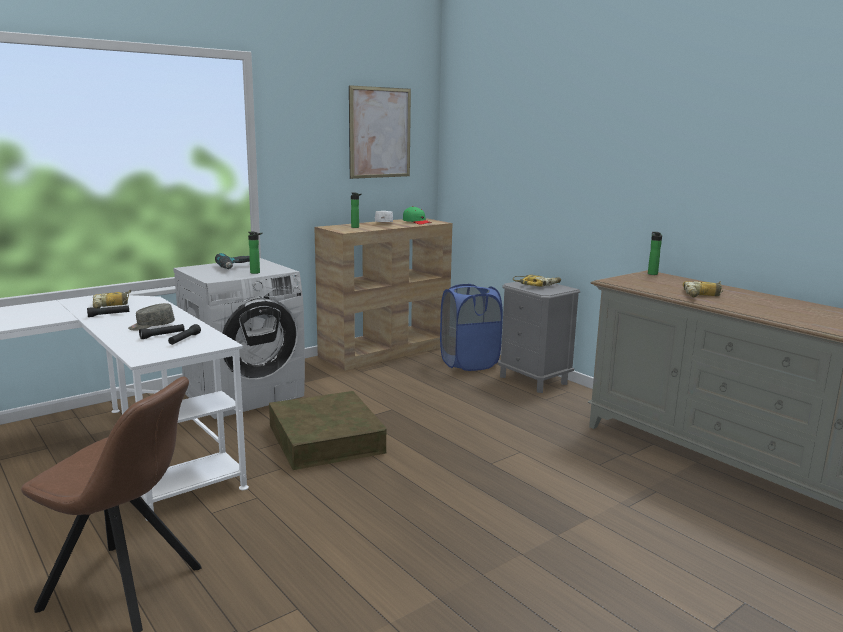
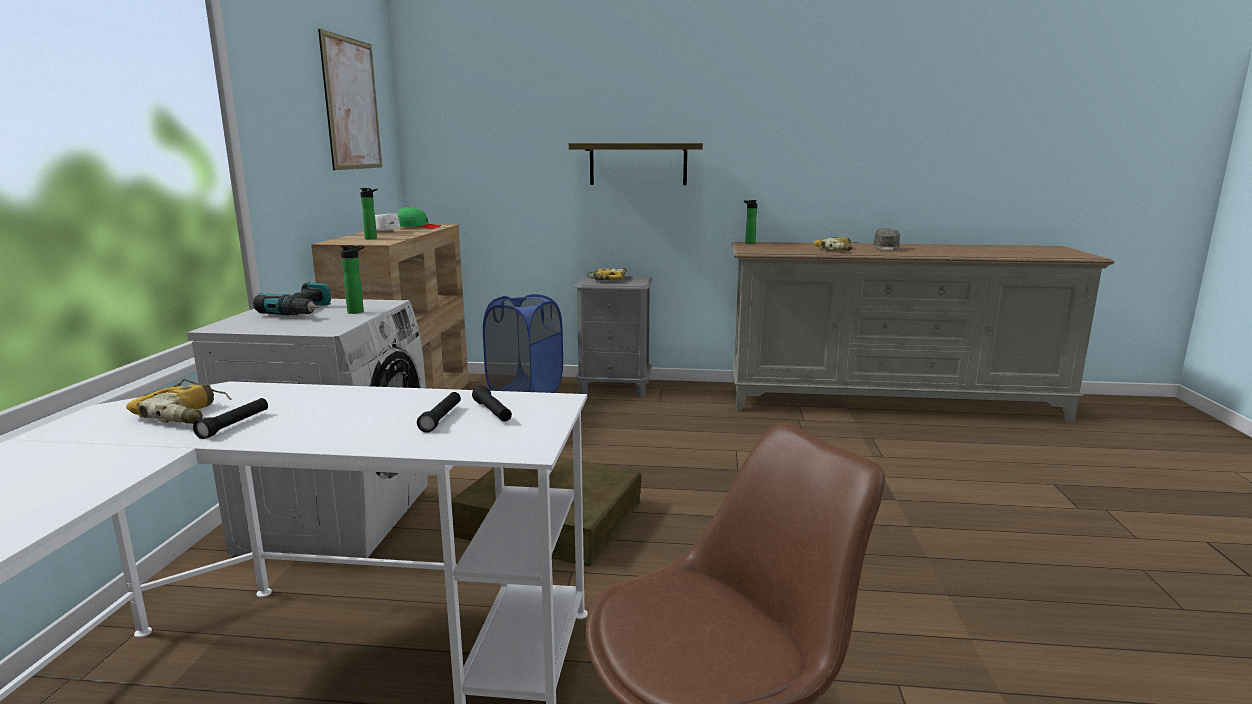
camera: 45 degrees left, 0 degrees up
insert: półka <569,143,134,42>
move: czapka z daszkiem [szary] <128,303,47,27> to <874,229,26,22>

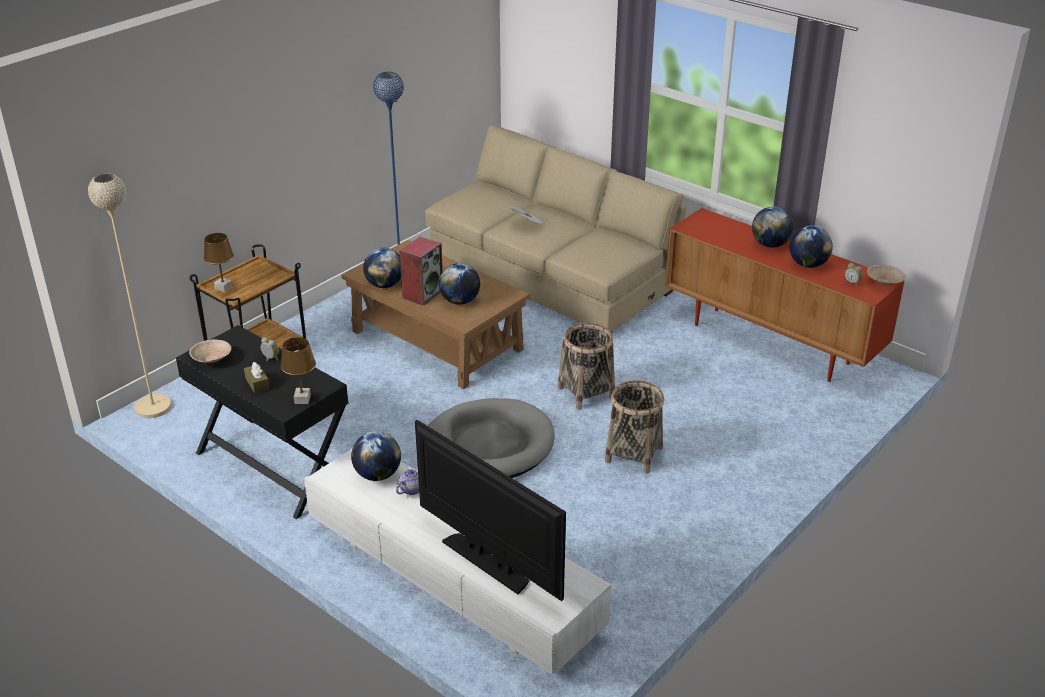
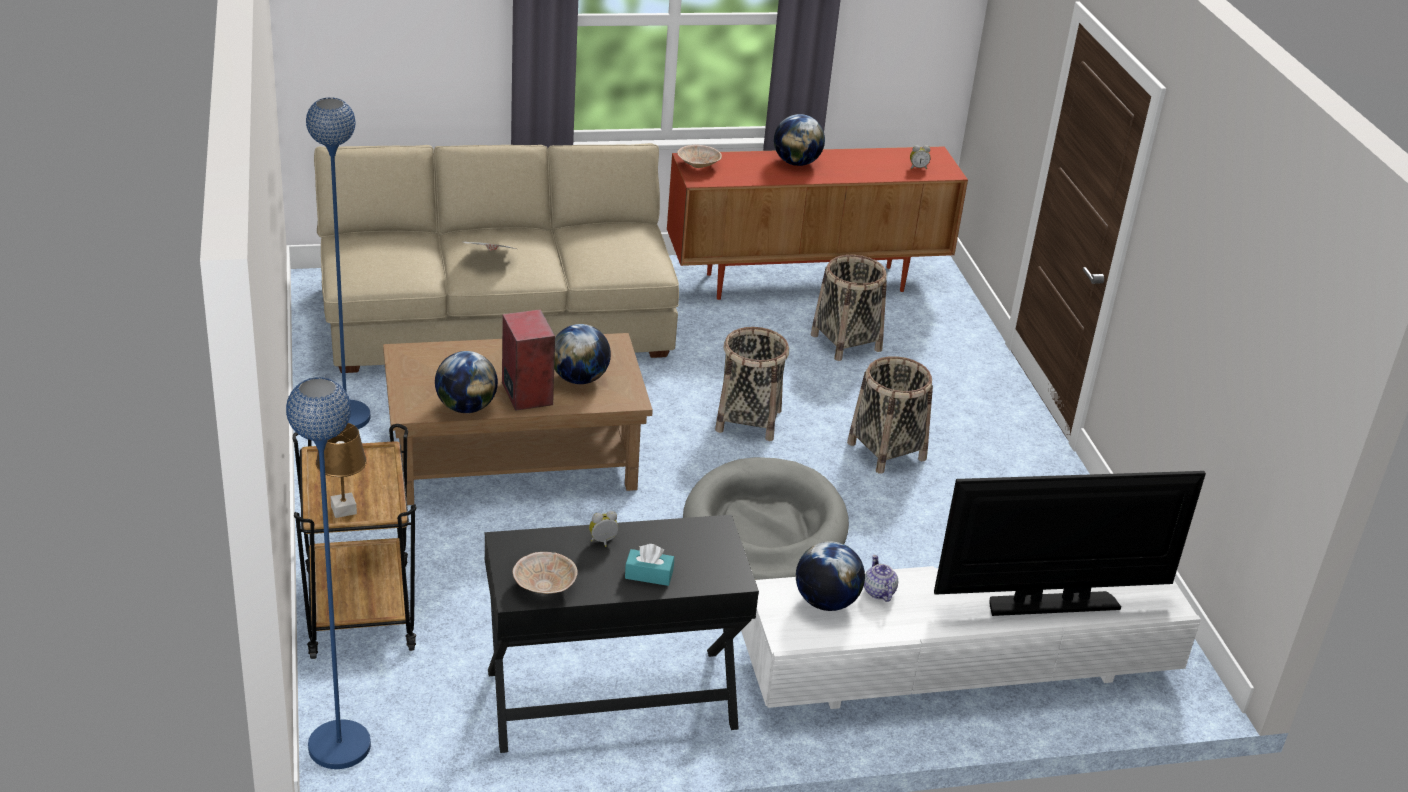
camera: 55 degrees left, 0 degrees up
delete: lampa stołowa [brązowy] <281,337,35,67>; globus <789,226,44,42>
insert: koszyk <811,255,76,106>
move: miska [beżowy] <867,265,39,20> to <677,145,45,23>
recolor: lampa stojąca [beżowy] <88,173,84,245> to lampa stojąca [niebieski] <286,377,85,392>; pudełko chusteczek [brązowy] <244,362,26,31> to pudełko chusteczek [turkusowy] <625,544,49,42>

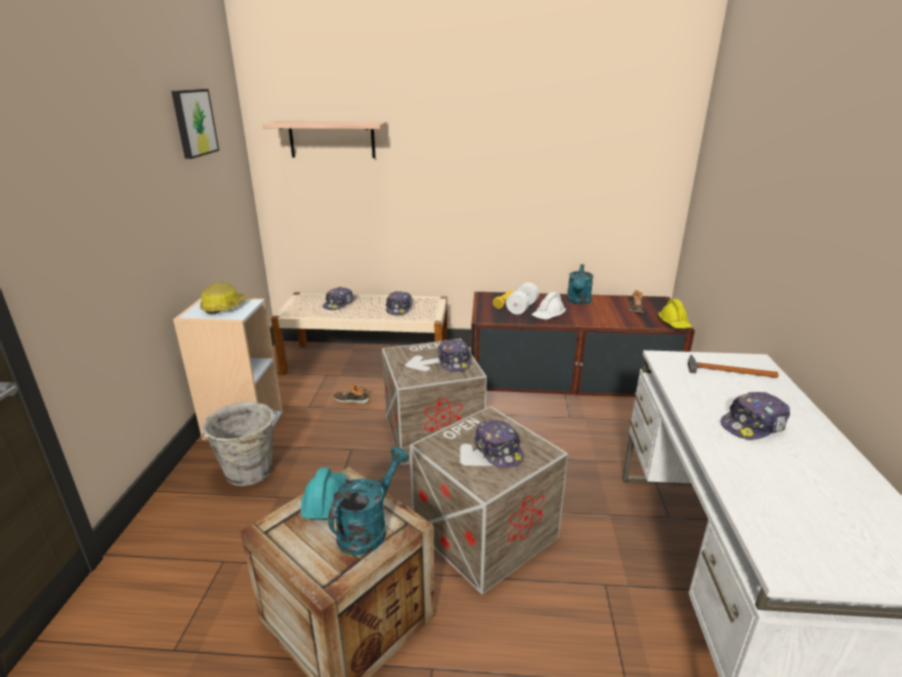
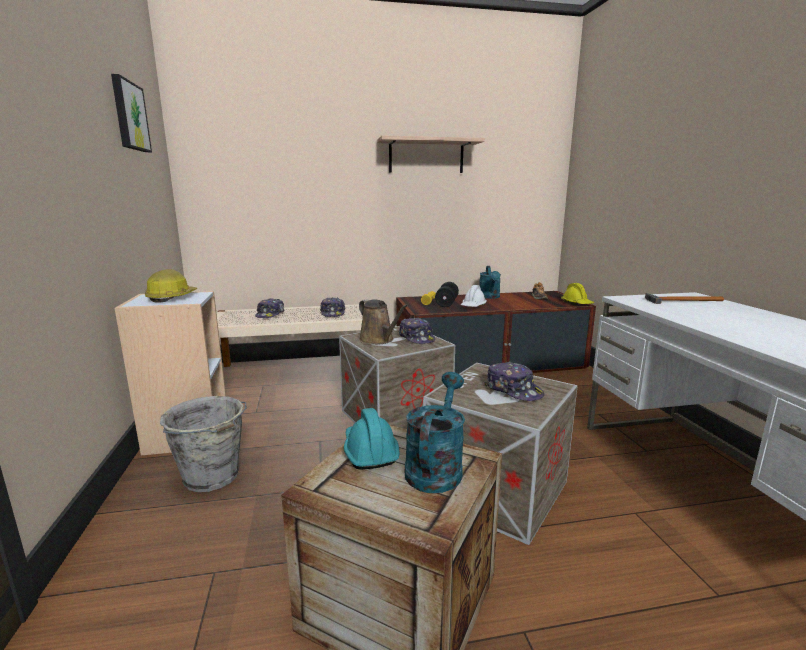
camera: 15 degrees left, 10 degrees down
delete: but <333,384,36,20>; czapka z daszkiem <721,392,69,48>
insert: konewka [brązowy] <359,299,49,46>
move: półka <263,121,124,37> to <377,135,108,38>
recolor: hantel [biały] <506,282,33,33> to hantel [czarny] <435,282,24,25>

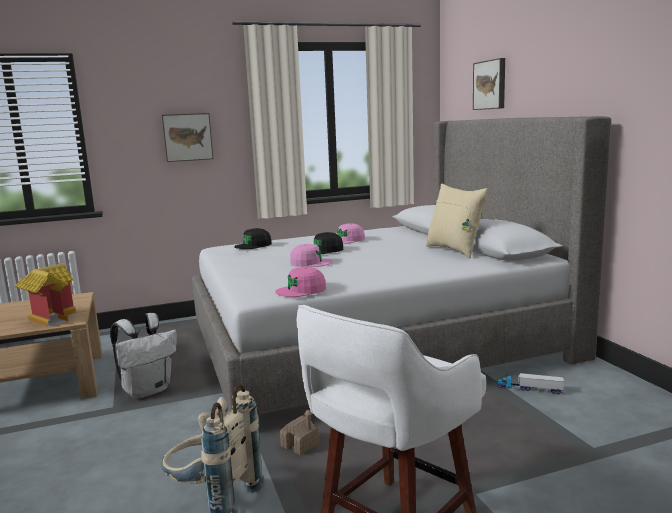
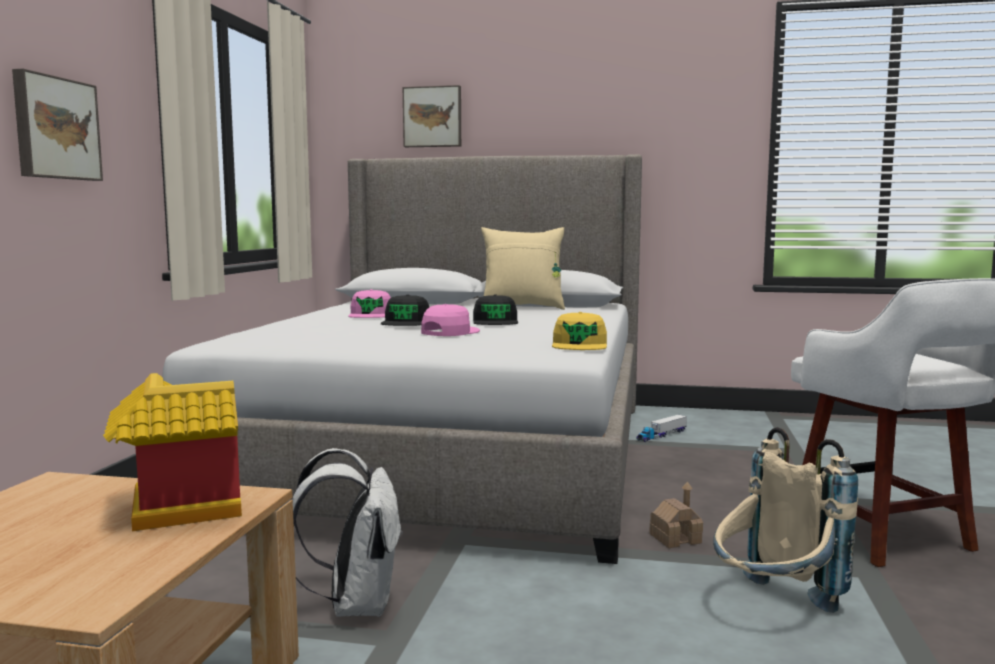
camera: 60 degrees left, 5 degrees down
move: czapka z daszkiem [czarny] <234,228,38,21> to <473,294,45,31>
recolor: czapka z daszkiem [różowy] <275,267,51,30> to czapka z daszkiem [żółty] <552,312,55,38>

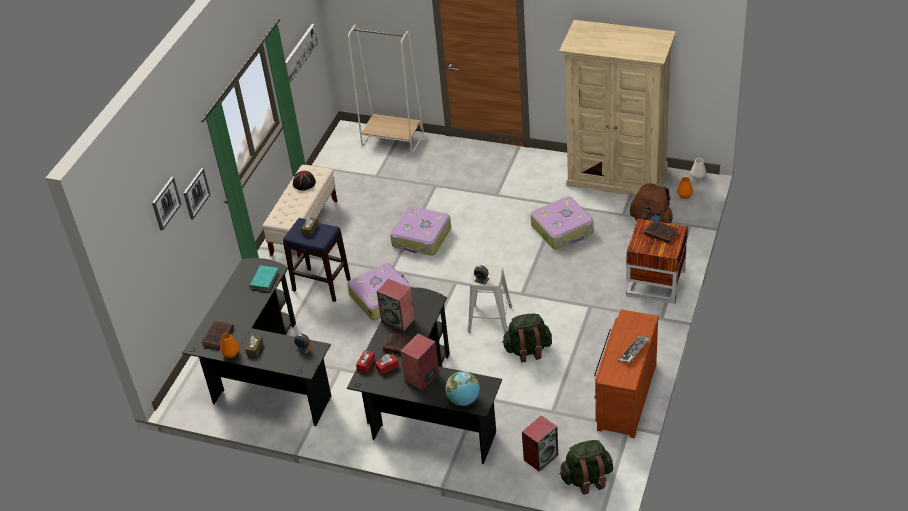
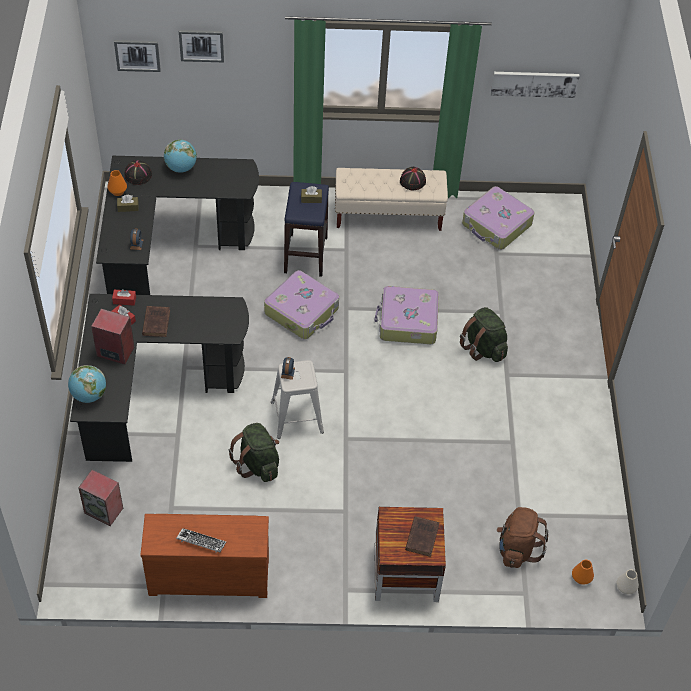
camera: 65 degrees right, 10 degrees up
delete: książka [turkusowy] <250,265,29,26>; wieszak <348,24,76,129>; głośnik <377,279,38,53>; szafa [beżowy] <559,20,117,175>
insert: globus <164,139,33,34>
move: obraz <183,168,28,52> to <114,40,47,32>; plecak [zielony] <559,440,55,55> to <460,307,48,55>; walizka <530,197,64,52> to <462,186,73,64>
replace: książka [brązowy] <202,321,32,28> to kapelusz [czarny] <124,160,28,25>

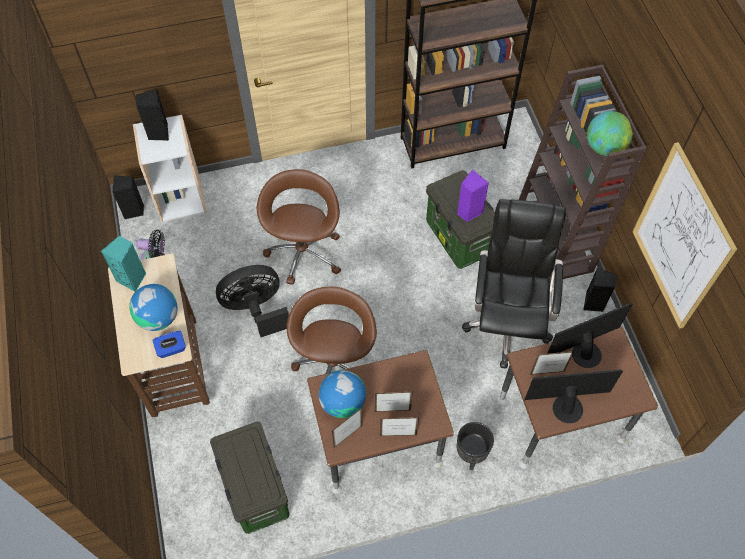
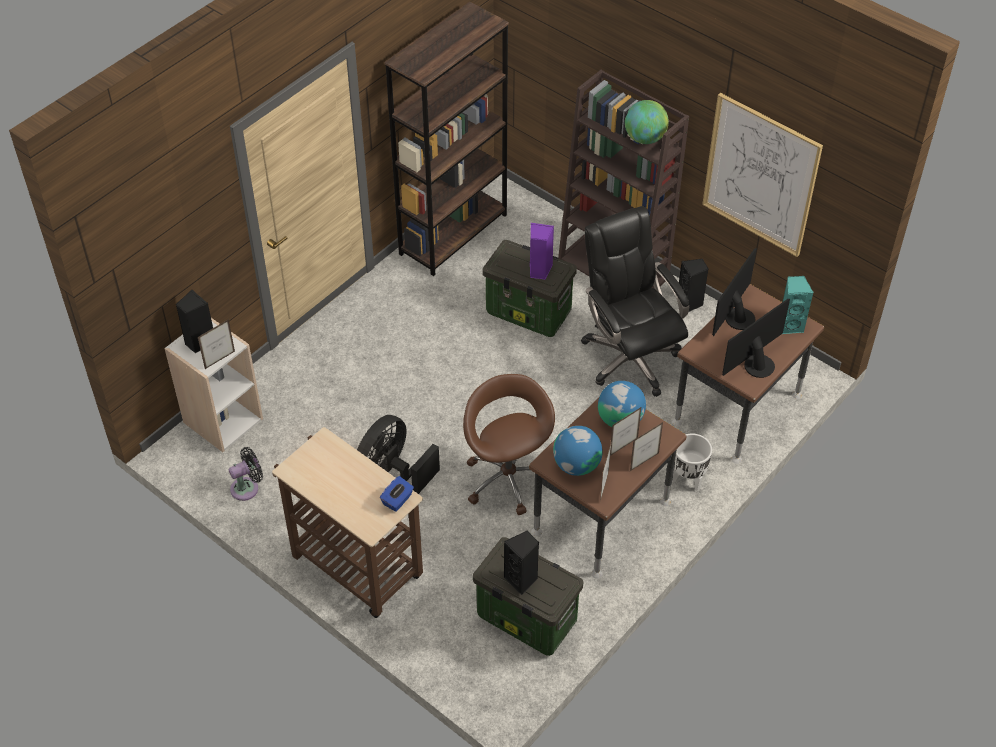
camera: 35 degrees left, 10 degrees down
delete: krzesło biurowe [brązowy] <257,169,84,115>
move: ramka na zdjęcie <530,351,44,24> to <198,319,37,50>; głośnik [czarny] <113,175,31,44> to <504,531,35,64>; globus <129,284,49,47> to <598,381,48,46>; głośnik [turkusowy] <101,236,45,56> to <783,276,31,58>
recolor: donica [czarny] <457,422,37,48> to donica [biały] <672,433,40,58>

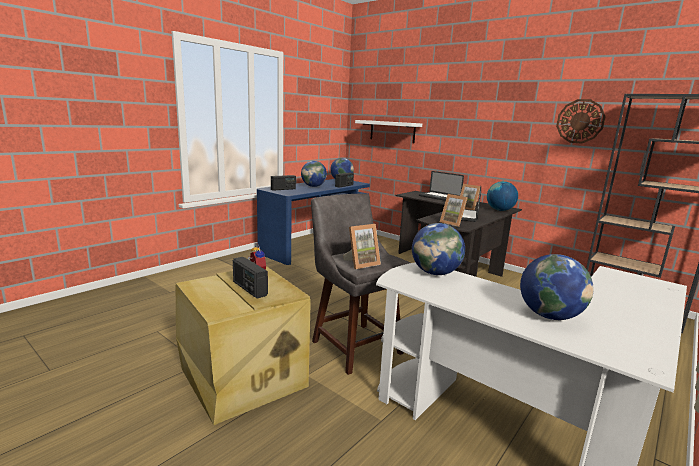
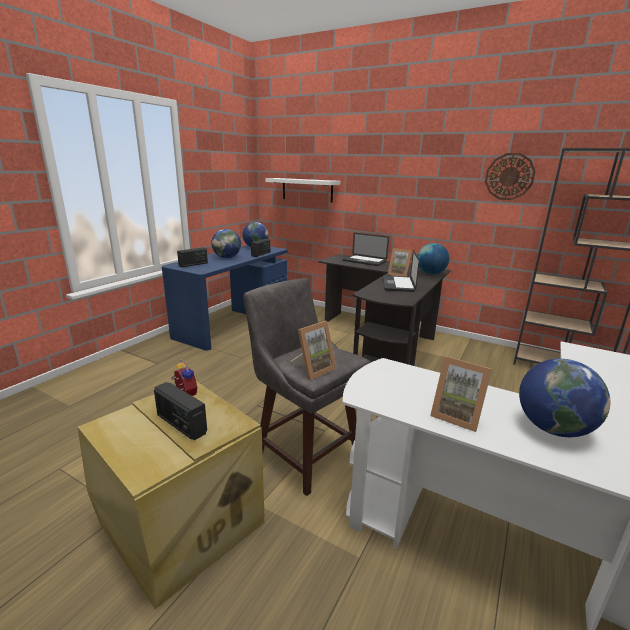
camera: 10 degrees left, 5 degrees up
delete: globus <412,223,53,52>
move: ramka na zdjęcie <440,194,28,33> to <430,356,62,76>

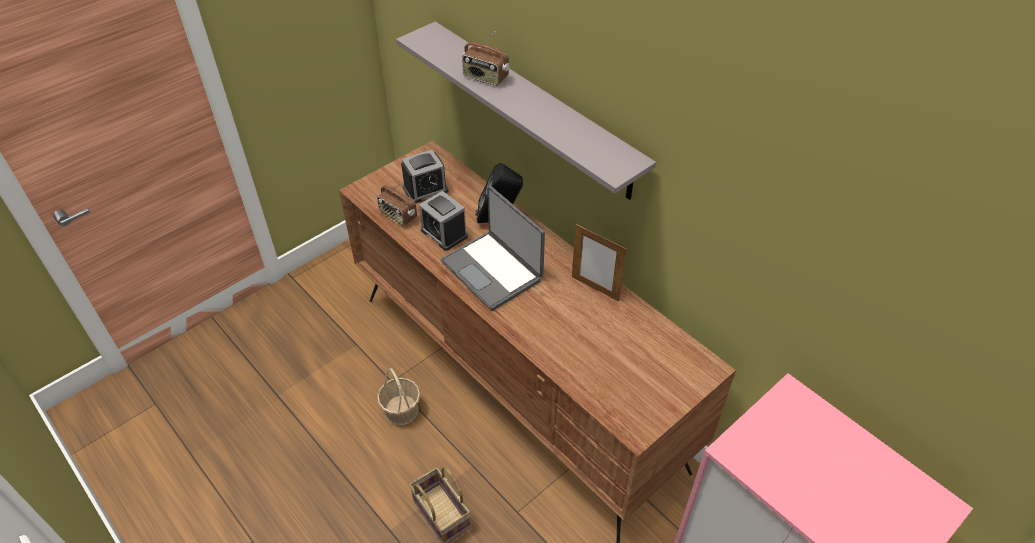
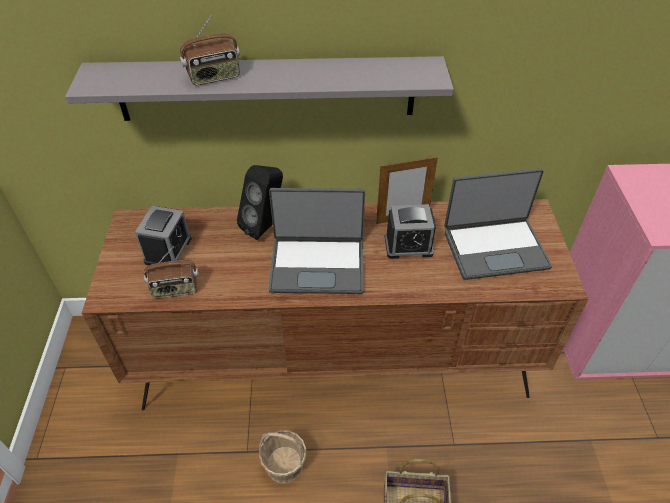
camera: 50 degrees left, 0 degrees up
insert: laptop <444,168,108,112>
move: budzik <419,191,49,60> to <385,204,51,55>

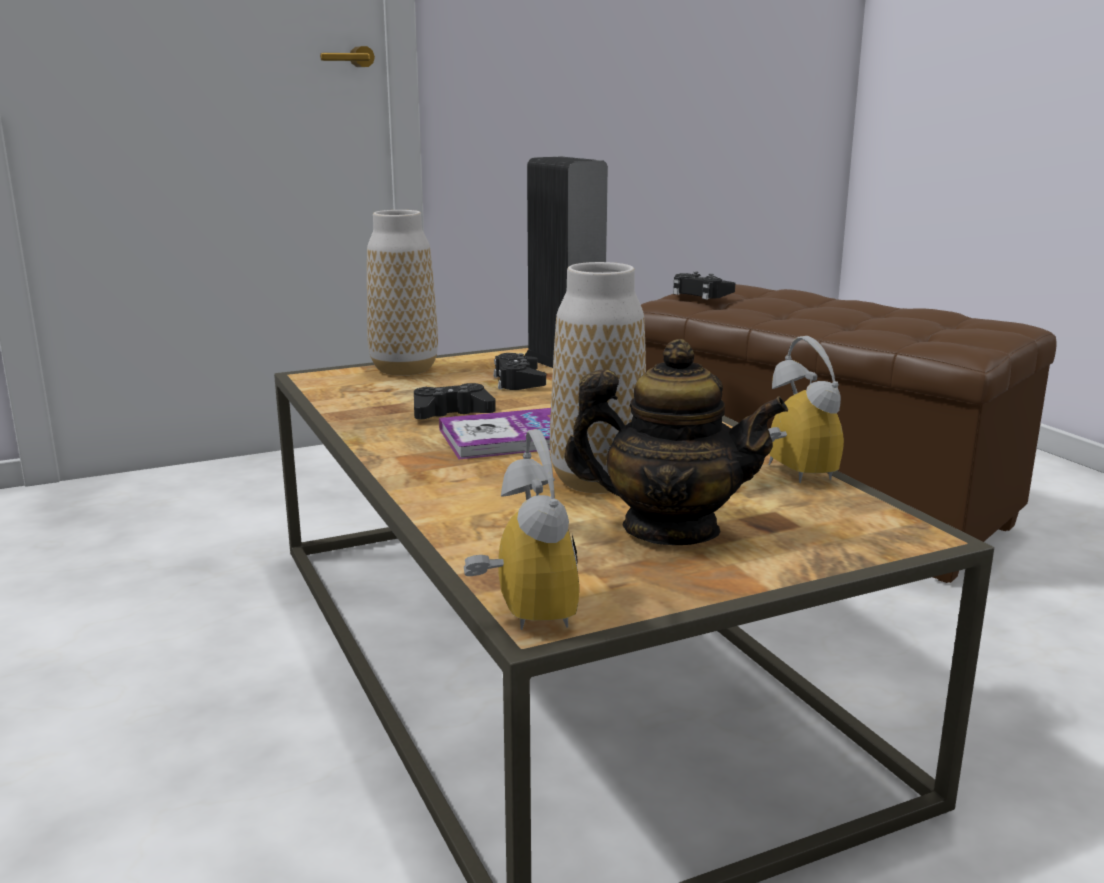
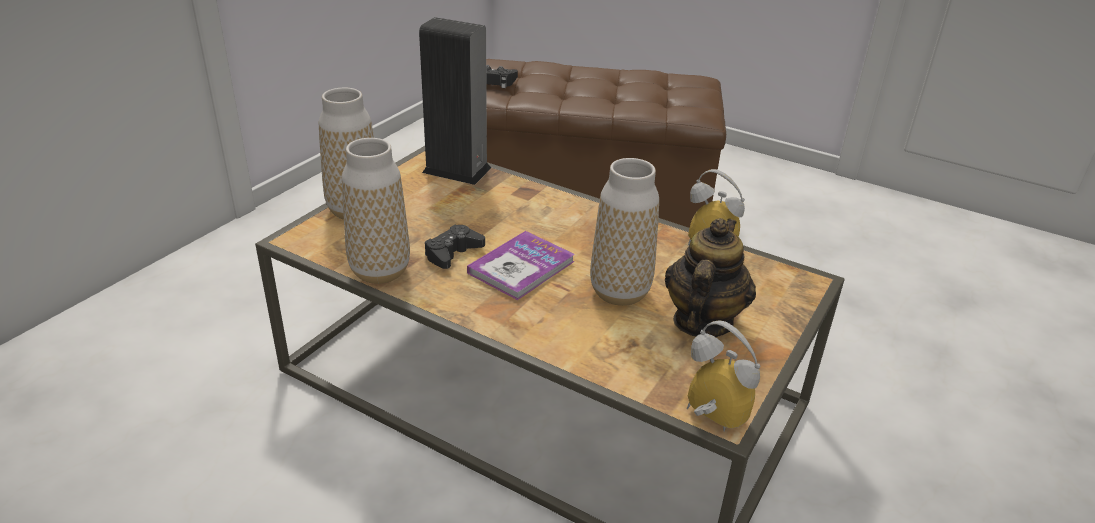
camera: 35 degrees left, 15 degrees up
delete: pad do gier [czarny] <493,353,53,37>
insert: wazon <342,138,68,146>
rotate: imbryk <564,339,224,206> = <665,218,91,119> 45 degrees counterclockwise

